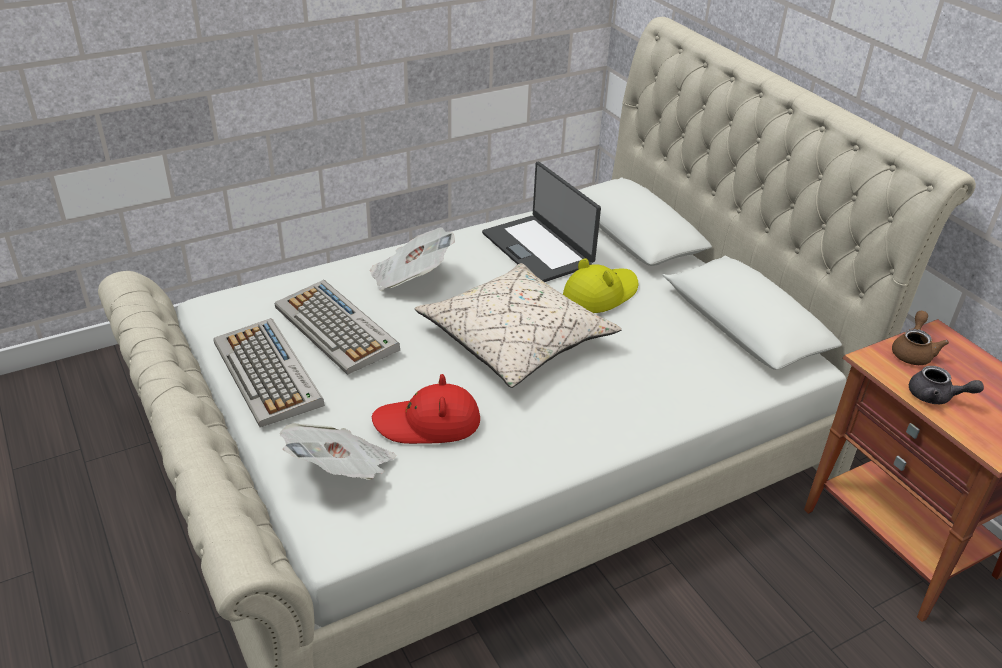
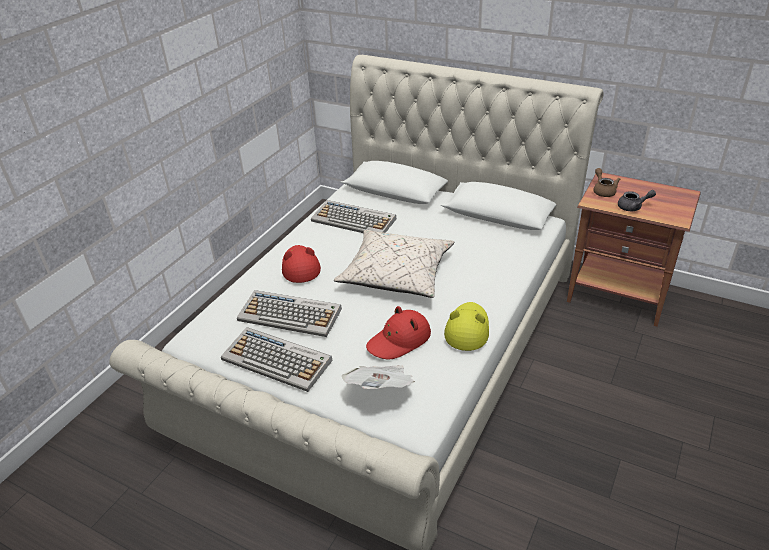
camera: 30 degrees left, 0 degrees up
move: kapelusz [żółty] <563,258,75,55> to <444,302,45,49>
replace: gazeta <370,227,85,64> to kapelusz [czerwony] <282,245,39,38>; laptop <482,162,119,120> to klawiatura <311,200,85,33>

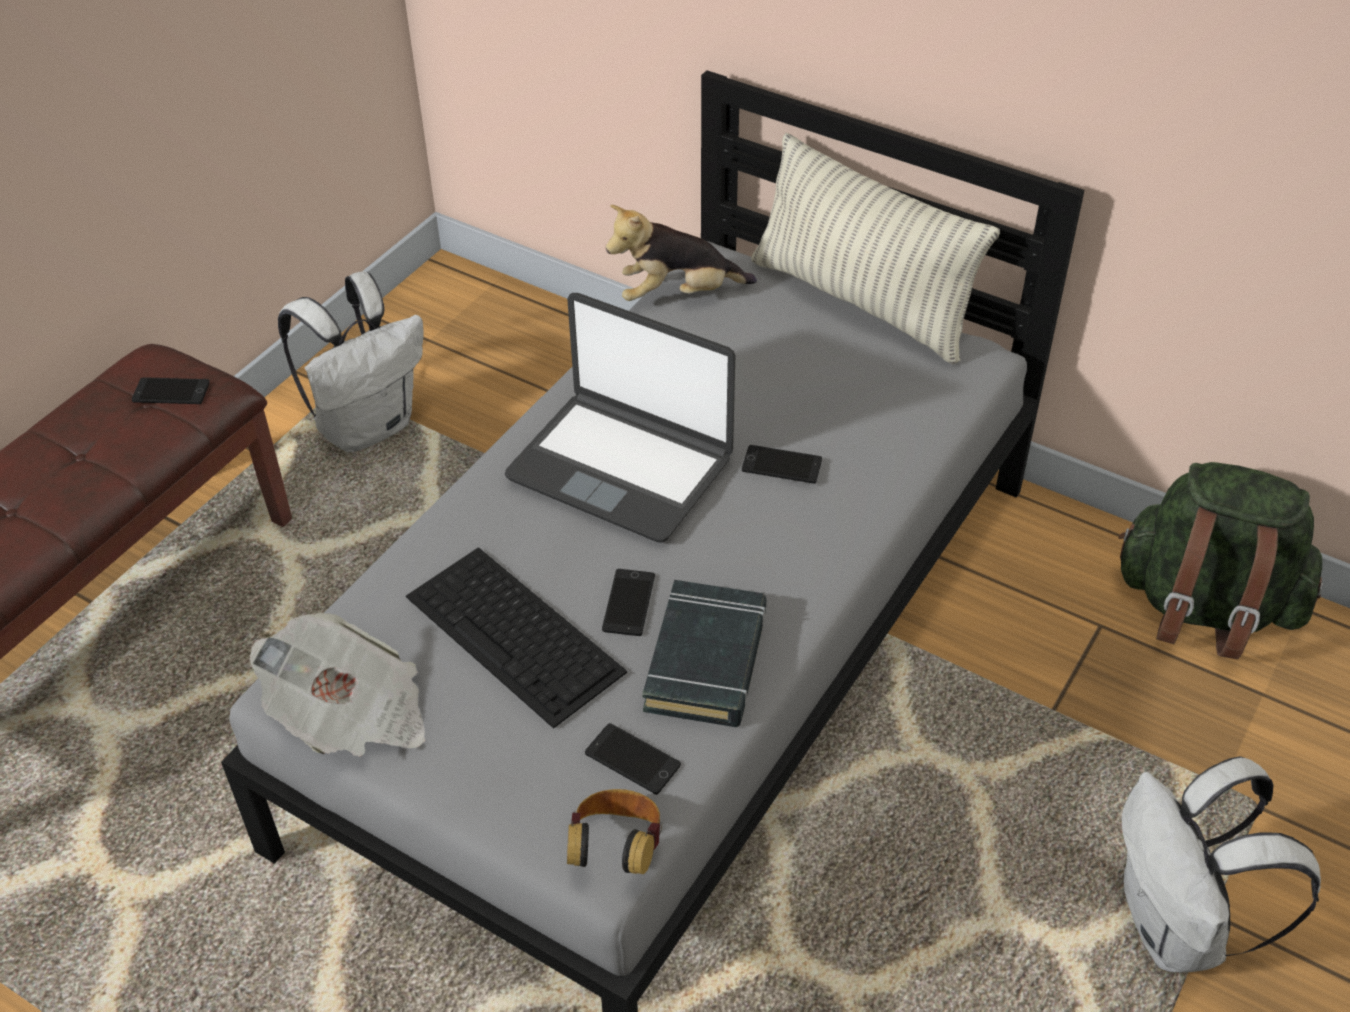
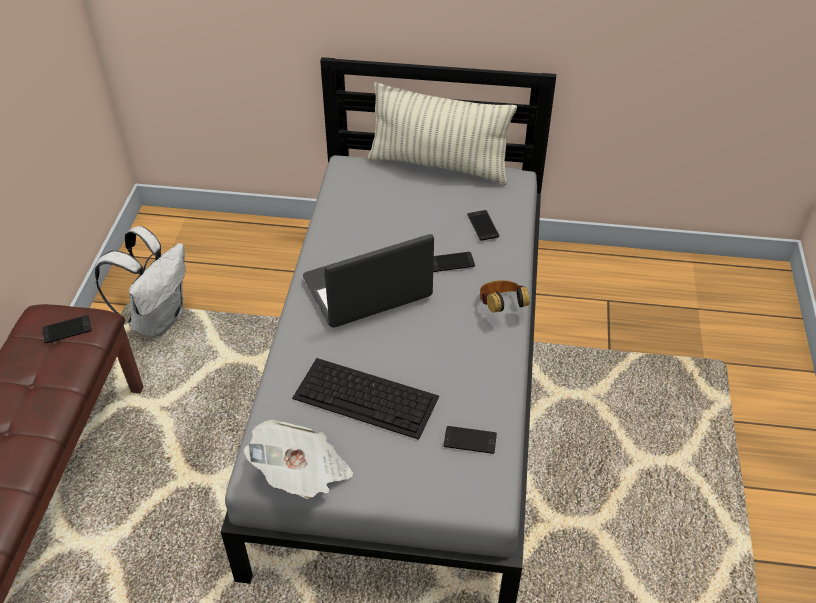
camera: 25 degrees left, 0 degrees up
delete: pluszak <606,205,151,96>; książka [czarny] <642,580,124,147>; plecak [zielony] <1119,462,204,197>; plecak [biały] <1122,756,199,217>
move: telefon <602,569,53,67> to <468,210,31,31>; słuchawki <567,789,95,85> to <480,280,49,33>
rotate: laptop <505,293,230,250> = <303,234,131,93> 150 degrees clockwise

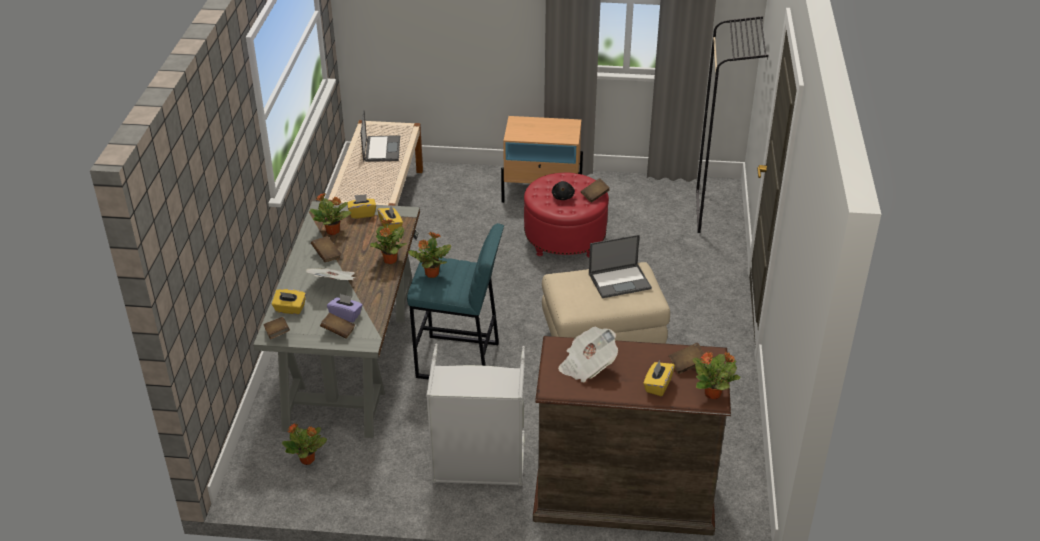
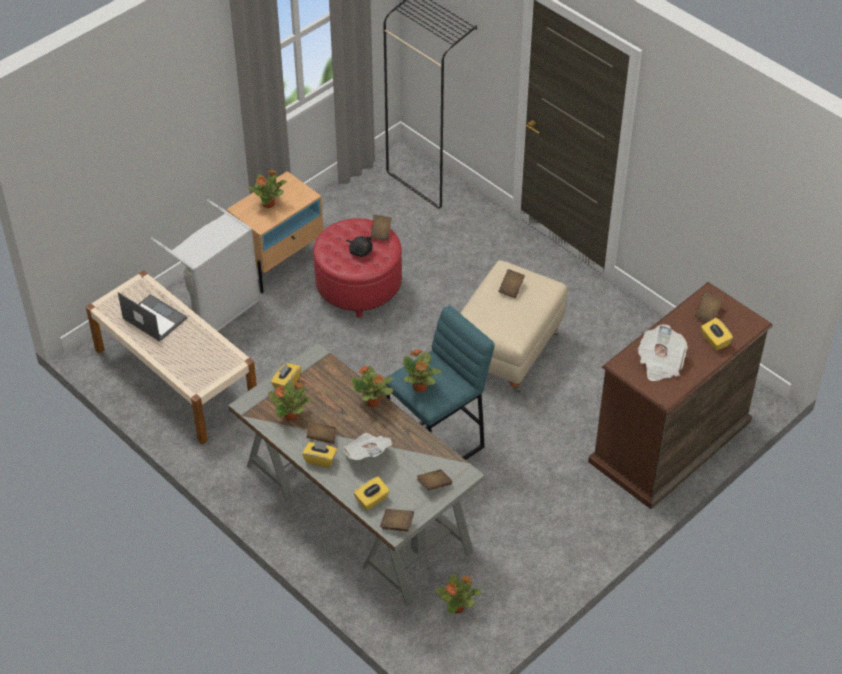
camera: 50 degrees left, 10 degrees up
delete: pudełko chusteczek [fioletowy] <327,294,36,28>
move: kosz na pranie [szary] <426,344,99,142> to <151,200,109,131>; roślina doniczkowa <692,351,48,48> to <248,170,39,38>; pudełko chusteczek [żółty] <378,206,25,27> to <302,441,35,27>
replace: laptop <589,235,63,63> to książka [brązowy] <499,269,26,29>

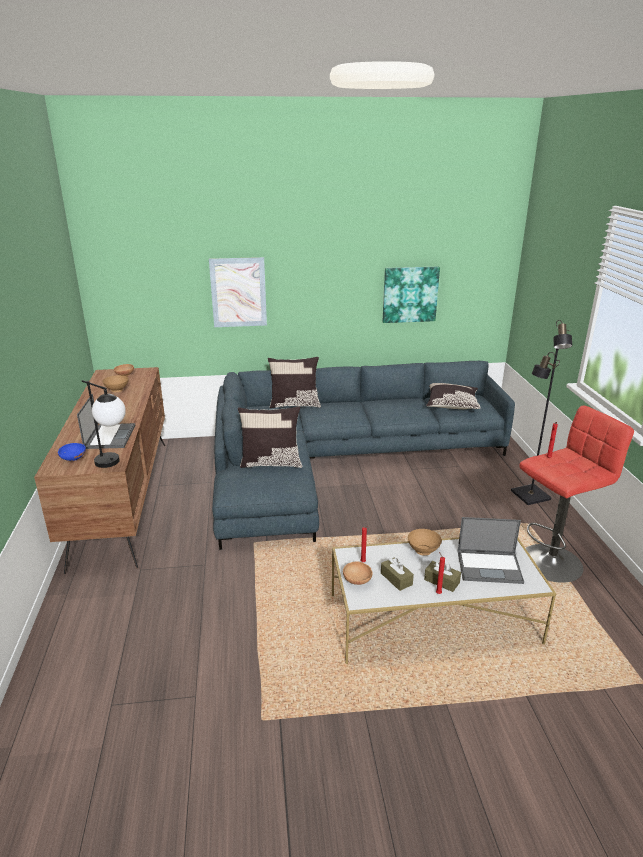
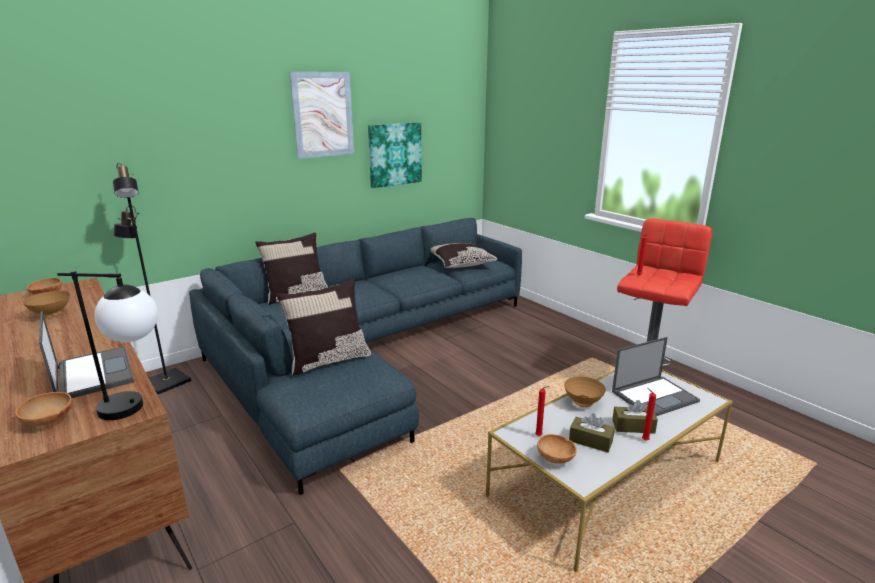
camera: 30 degrees left, 5 degrees down
move: lampa stojąca [czarny] <511,320,61,185> to <113,163,78,231>; obraz <209,257,58,70> to <289,72,65,87>
recolor: miska [niebieski] <58,443,28,18> to miska [brązowy] <15,392,57,34>

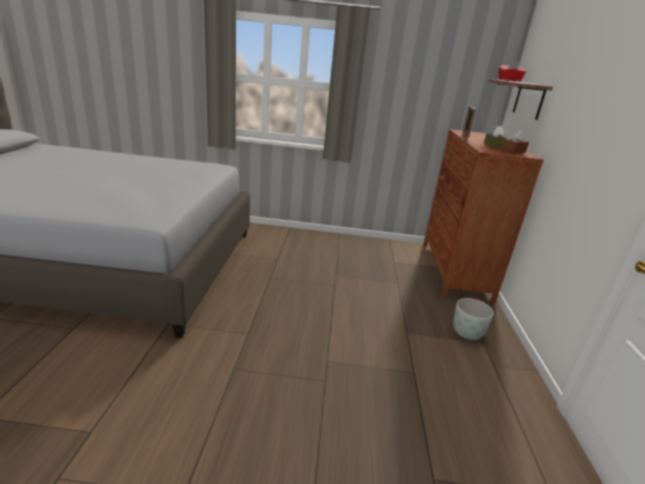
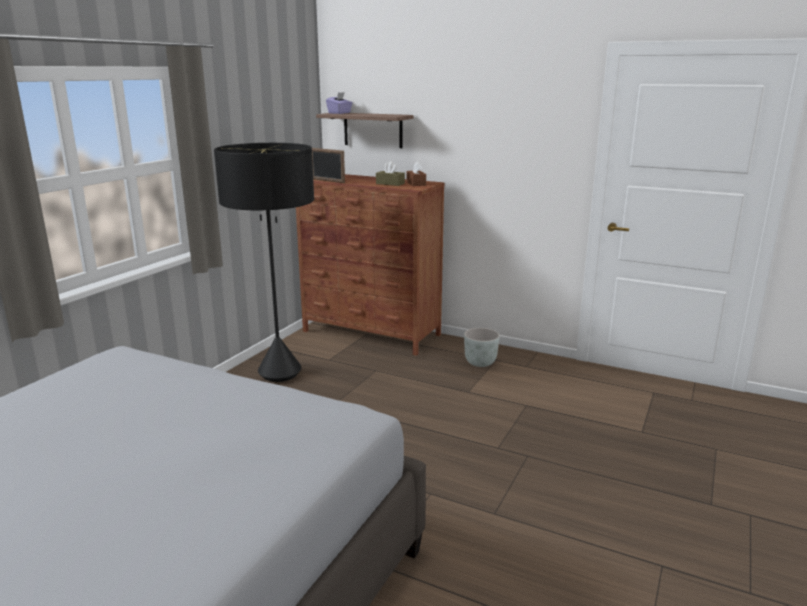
camera: 65 degrees left, 5 degrees down
insert: lampa stojąca [czarny] <214,143,100,239>
recolor: pudełko chusteczek [czerwony] <499,60,27,22> to pudełko chusteczek [fioletowy] <326,92,27,22>

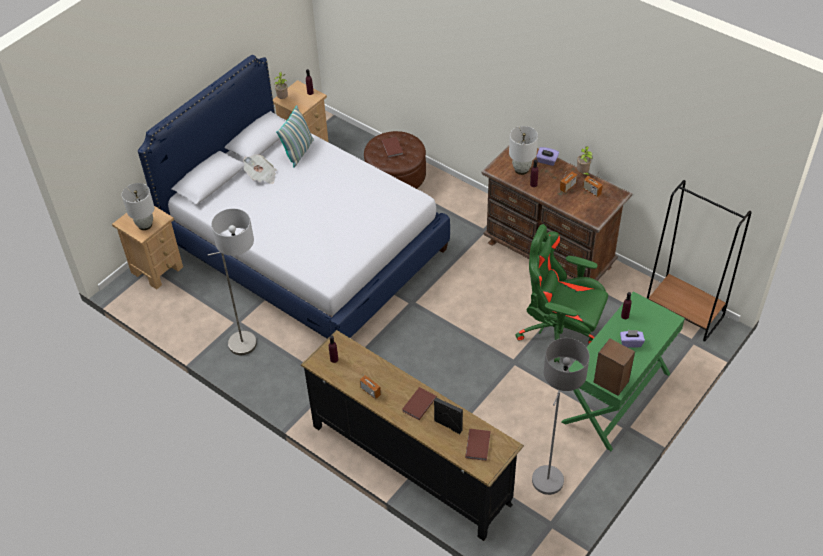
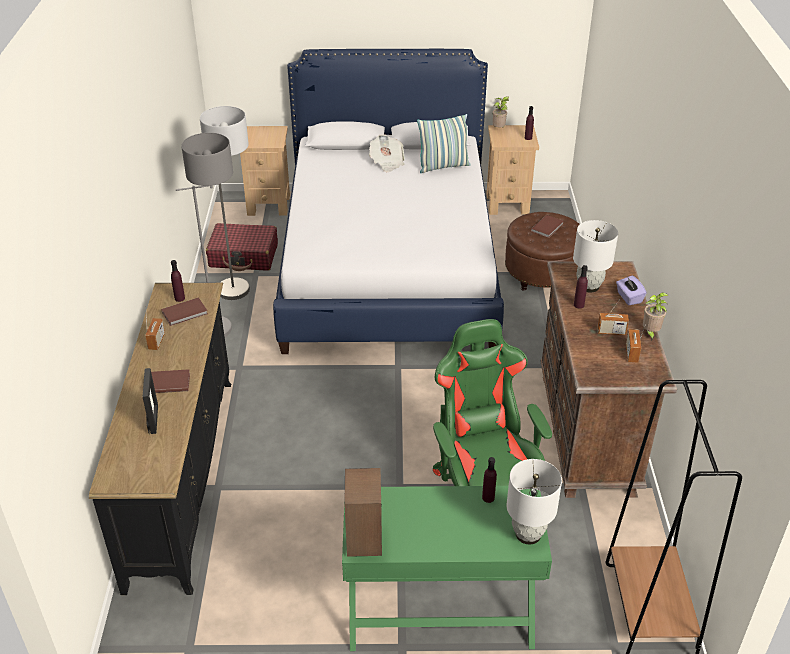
camera: 50 degrees right, 10 degrees down
delete: pudełko chusteczek [fioletowy] <620,330,25,17>
insert: walizka [czerwony] <206,223,72,48>
move: książka [brązowy] <465,429,25,32> to <161,297,47,29>; lampa stojąca [szary] <532,338,57,157> to <176,133,57,204>; lampa stołowa [biały] <122,183,32,47> to <507,459,55,85>

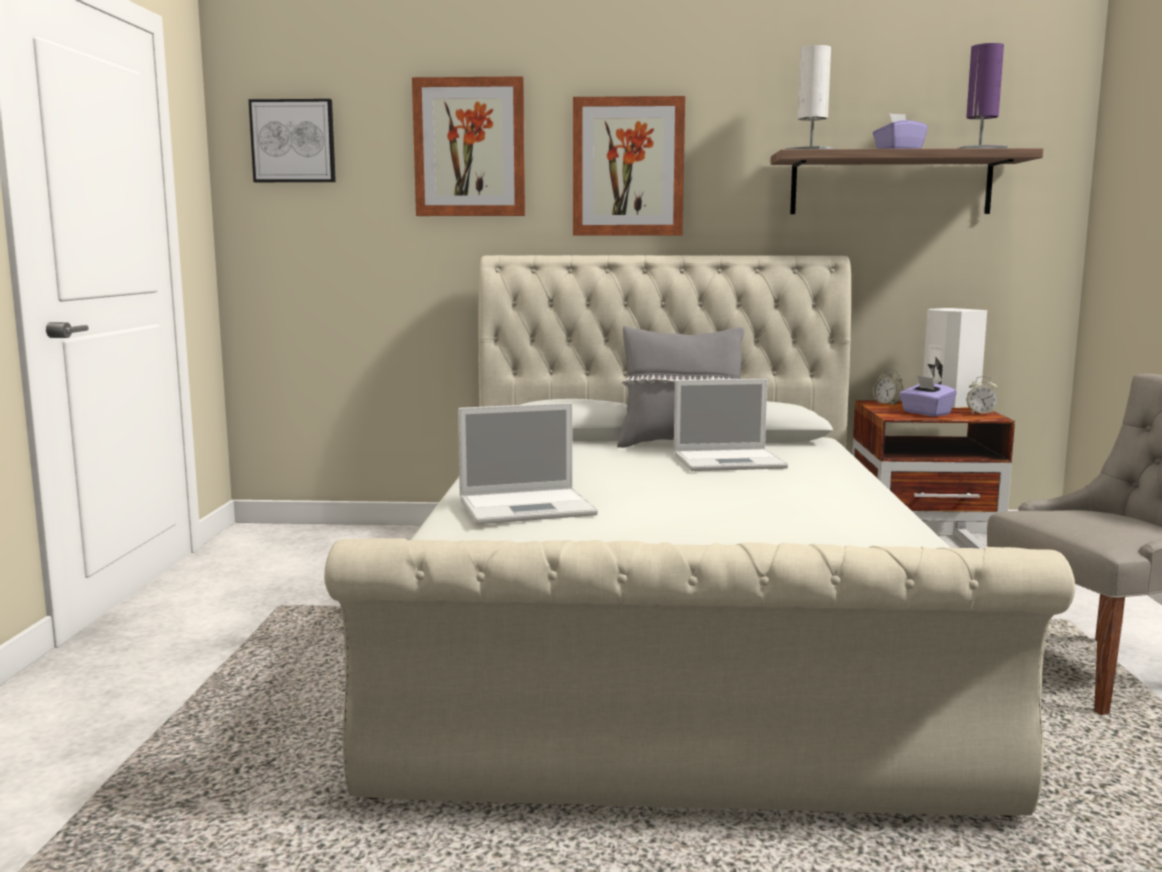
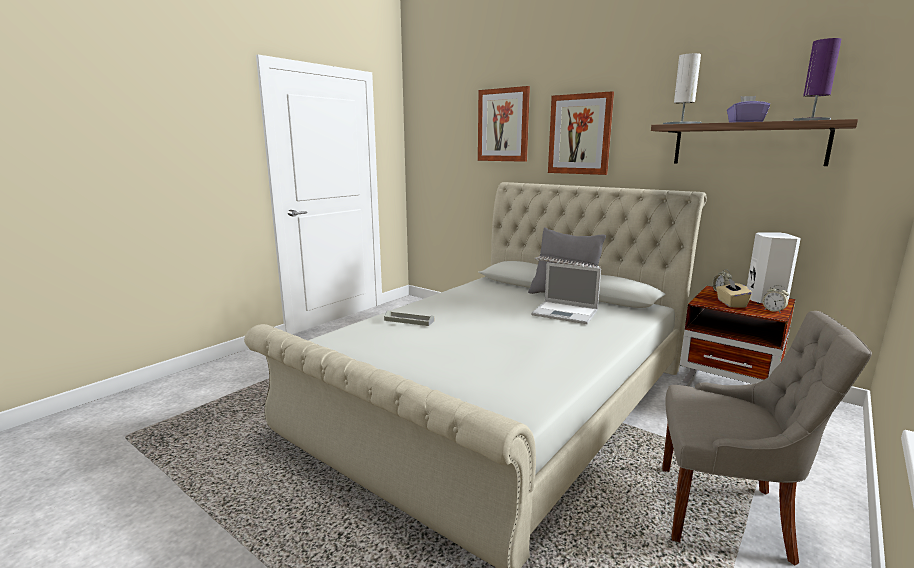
camera: 35 degrees right, 5 degrees up
delete: obraz <248,99,88,83>
replace: laptop <458,403,140,121> to taca [szary] <384,310,50,16>
recolor: pudełko chusteczek [fioletowy] <899,375,58,41> to pudełko chusteczek [beżowy] <716,278,36,30>

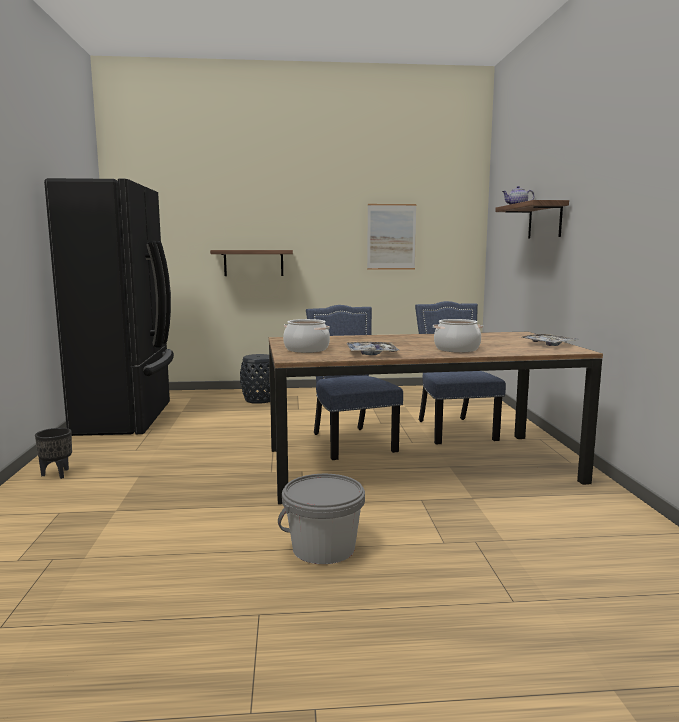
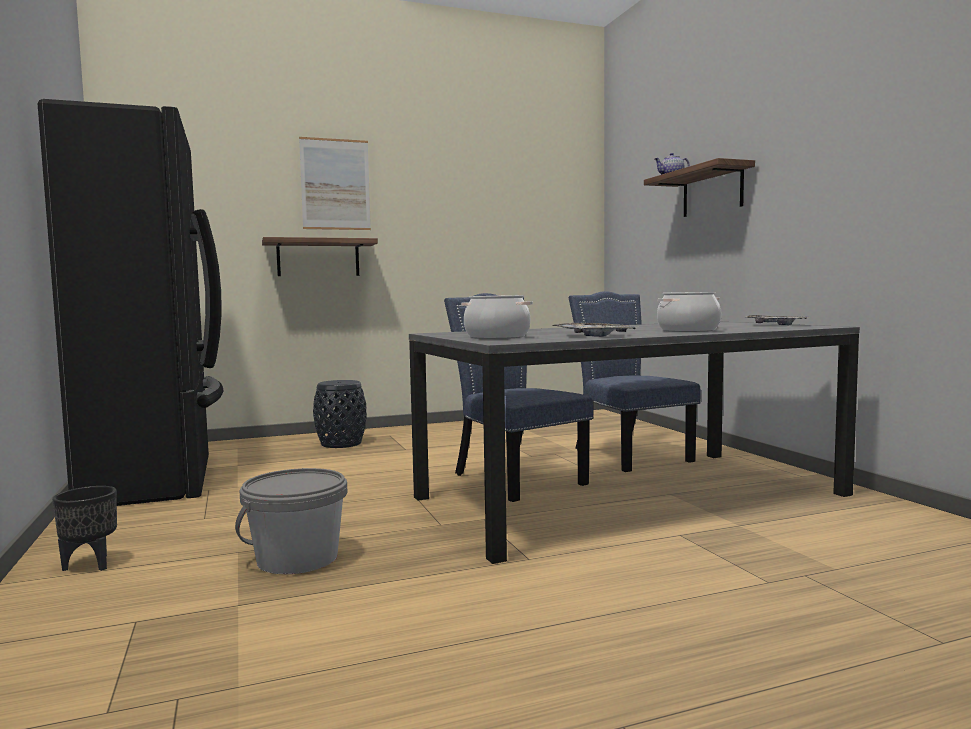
camera: 15 degrees left, 5 degrees down
move: wiadro [szary] <278,474,87,90> to <235,468,113,106>; obraz <367,204,49,66> to <299,137,72,93>
recolor: stół jadalny [brązowy] <269,332,334,173> to stół jadalny [szary] <409,322,451,242>

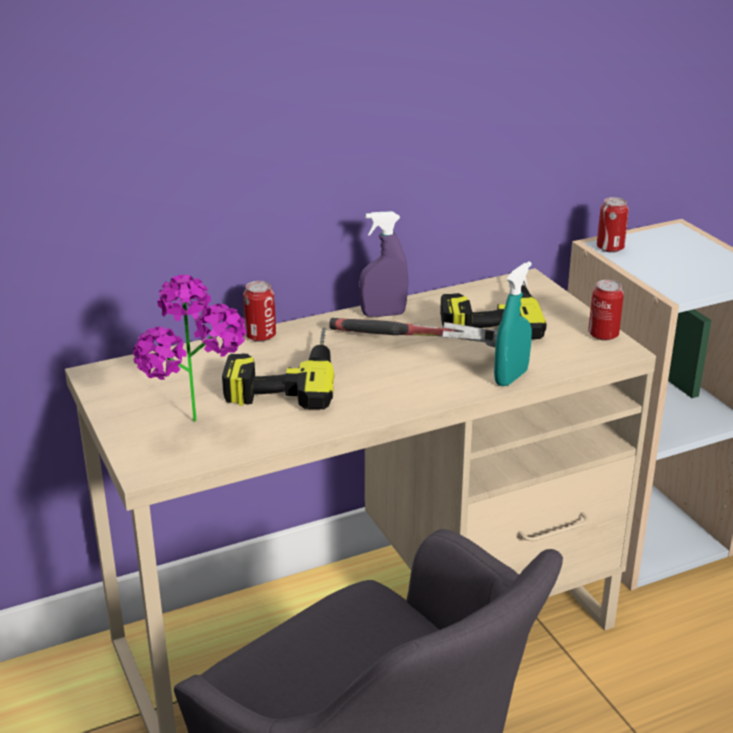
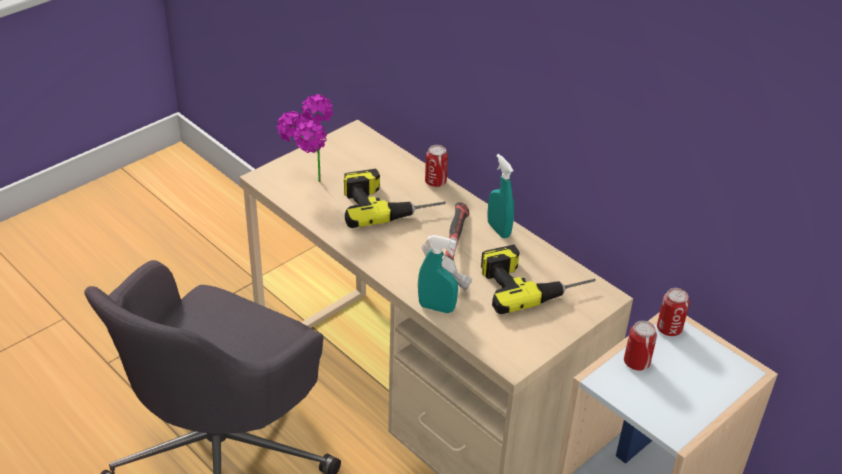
camera: 70 degrees right, 10 degrees up
move: puszka <588,280,36,60> to <624,321,33,50>
recolor: spryskiwacz [fioletowy] <359,211,49,106> to spryskiwacz [turkusowy] <487,154,27,85>

